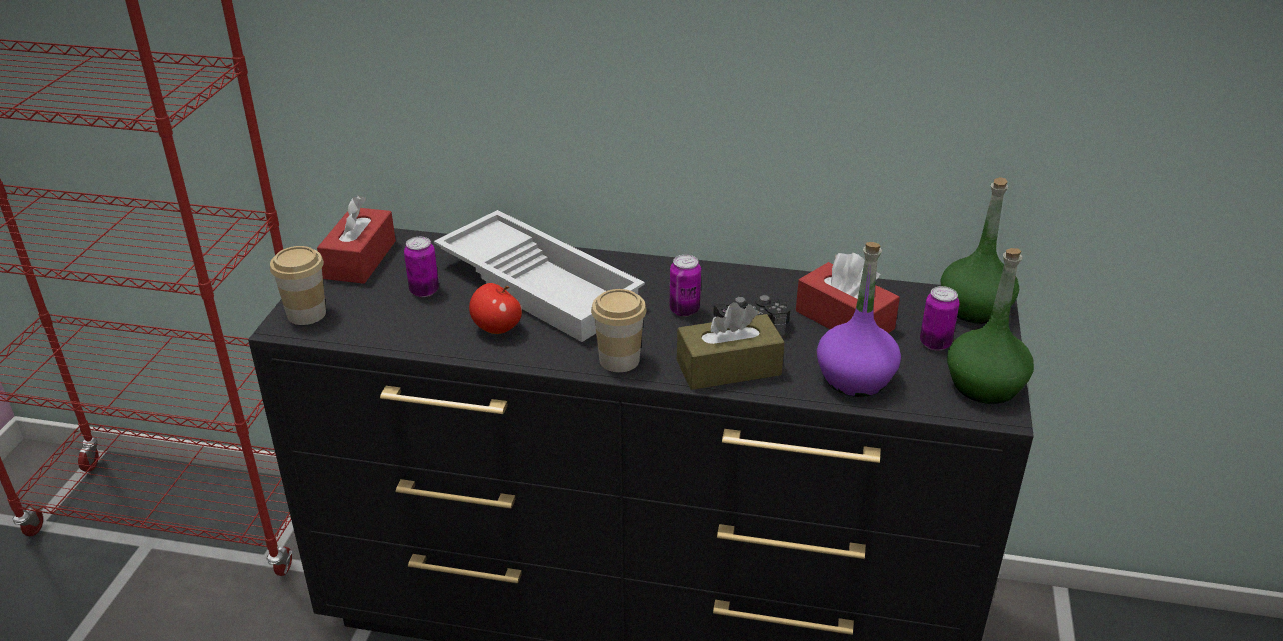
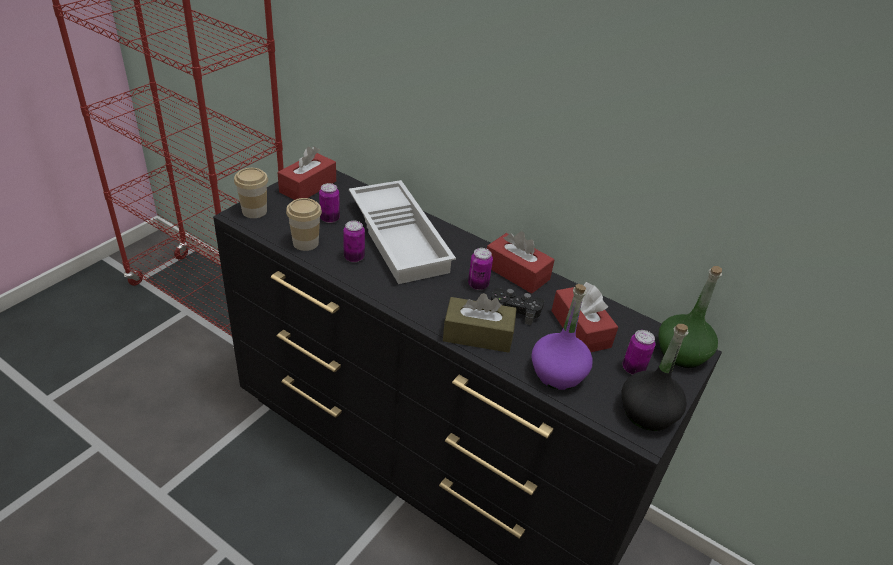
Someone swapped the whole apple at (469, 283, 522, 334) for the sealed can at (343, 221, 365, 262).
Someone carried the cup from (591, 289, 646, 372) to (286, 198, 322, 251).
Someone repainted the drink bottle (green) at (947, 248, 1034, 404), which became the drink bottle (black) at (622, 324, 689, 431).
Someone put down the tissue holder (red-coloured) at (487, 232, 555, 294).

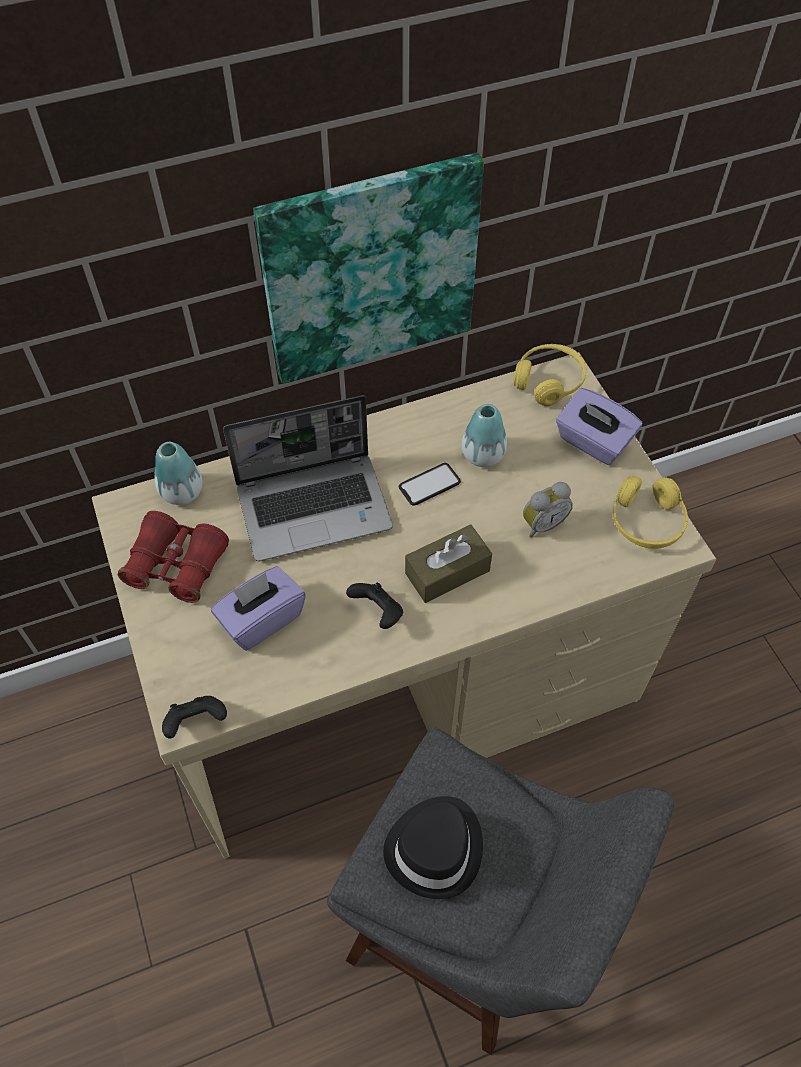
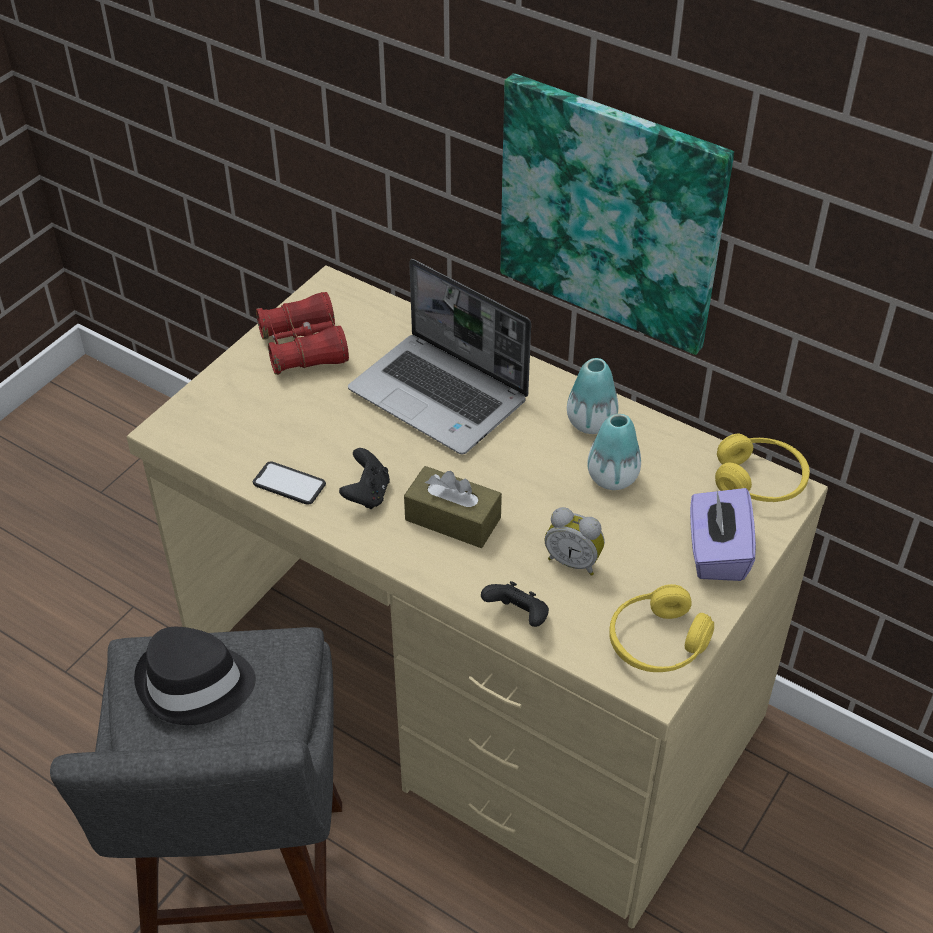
Someone carried the vase from (155, 442, 203, 505) to (567, 358, 619, 434).
Someone carried the gamepad (black) from (162, 696, 227, 739) to (481, 581, 549, 627).
Someone took away the tissue holder (purple) at (211, 566, 306, 651).
Someone carried the telephone from (398, 463, 461, 505) to (253, 461, 326, 505).

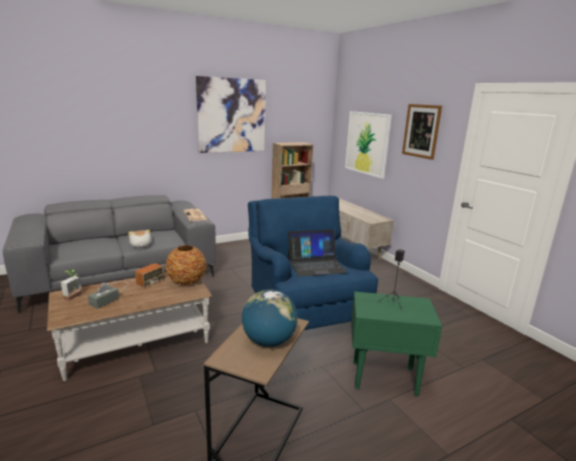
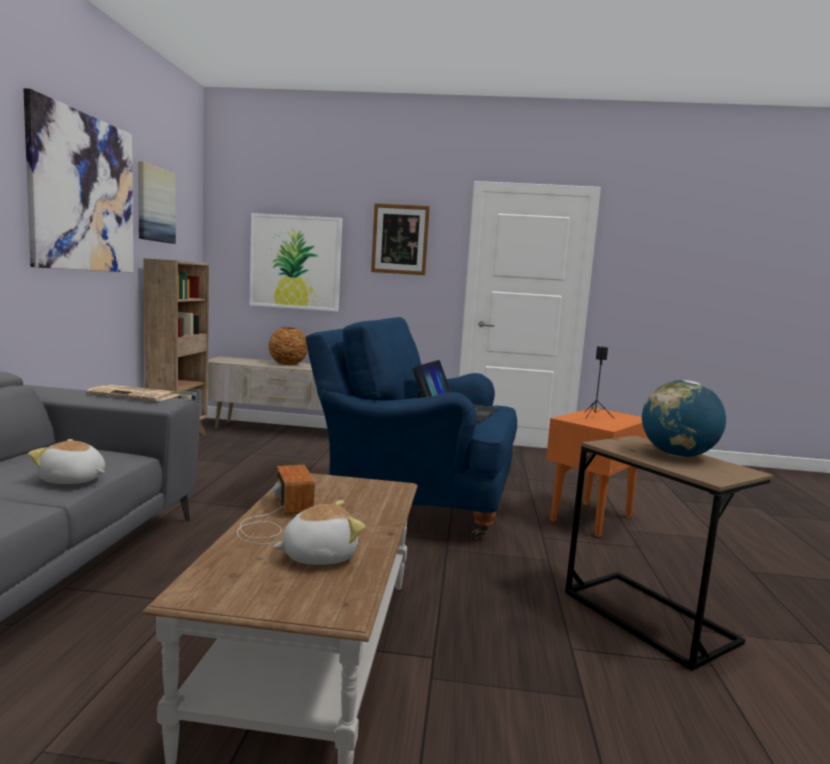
Someone took away the potted plant at (61, 270, 82, 301).
Someone swapped the tissue holder (grey) at (88, 283, 119, 309) for the soft toy at (273, 500, 365, 565).
Someone carried the vase from (166, 245, 206, 285) to (268, 327, 308, 365).
Someone repainted the end table (green) at (351, 291, 442, 396), which became the end table (orange) at (546, 408, 649, 537).
Someone put up the wall art at (138, 161, 176, 244).

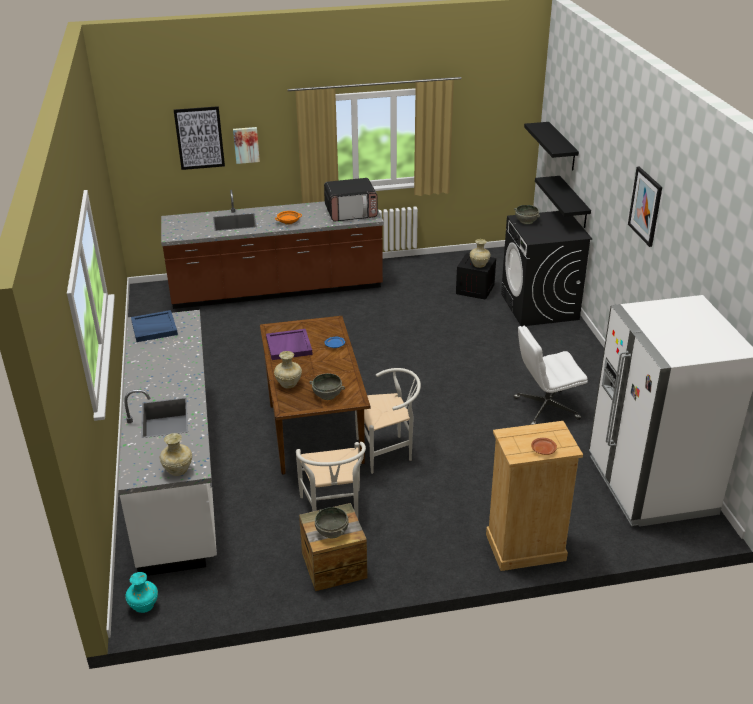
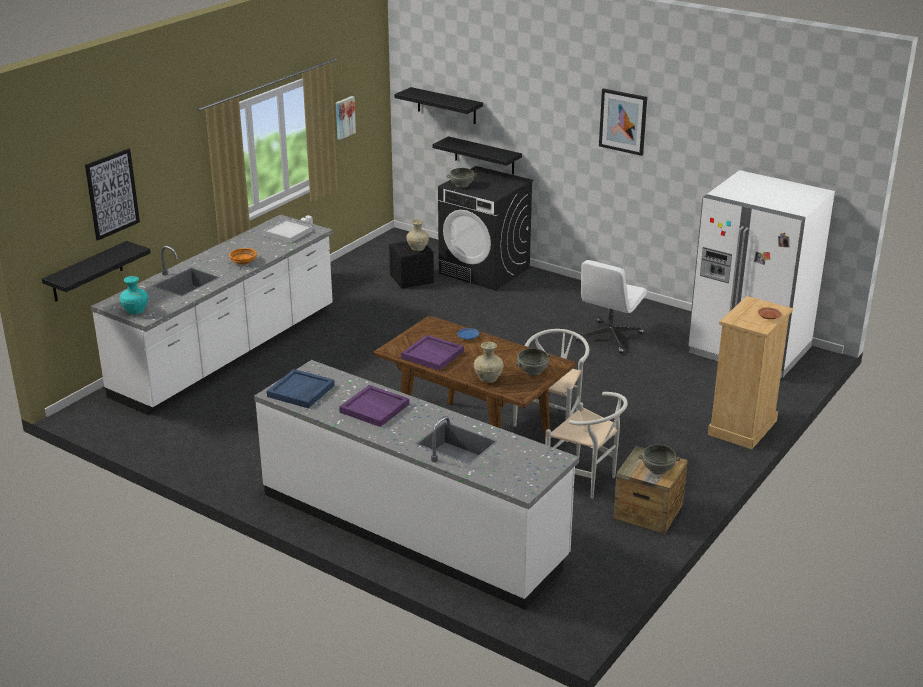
Someone carried the vase (turquoise) from (125, 572, 158, 613) to (120, 276, 148, 315).
Someone took away the vase (beige) at (160, 433, 192, 476).
Someone repainted the kitchen counter (brownish) at (161, 190, 384, 309), which became the kitchen counter (white) at (91, 214, 333, 415).
Someone carried the wall art from (233, 127, 260, 164) to (336, 96, 356, 140).
Someone swapped the microwave oven at (324, 178, 378, 222) for the tray (white) at (263, 219, 313, 243).
Someone put up the wall shelf (black) at (42, 241, 151, 302).
Someone put down the tray (purple) at (339, 385, 409, 427).

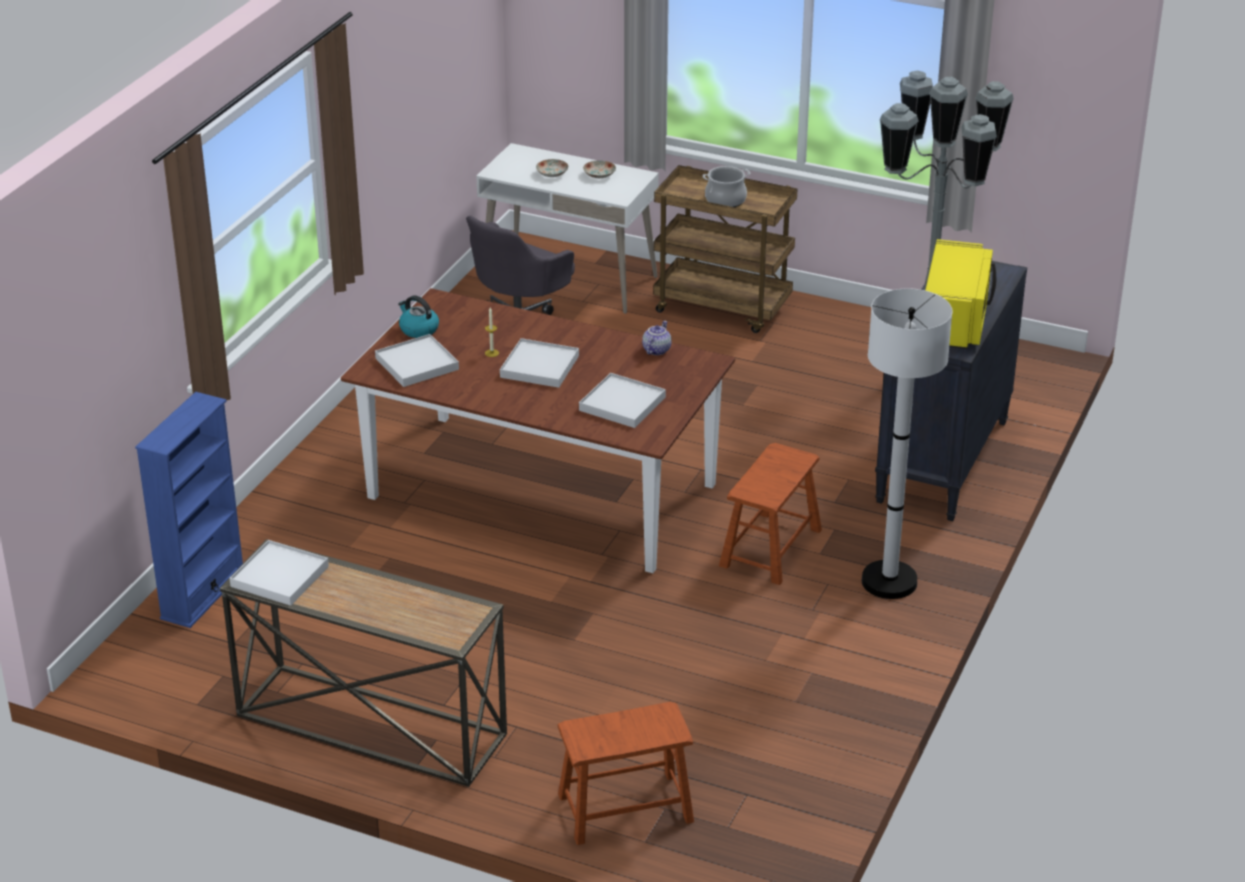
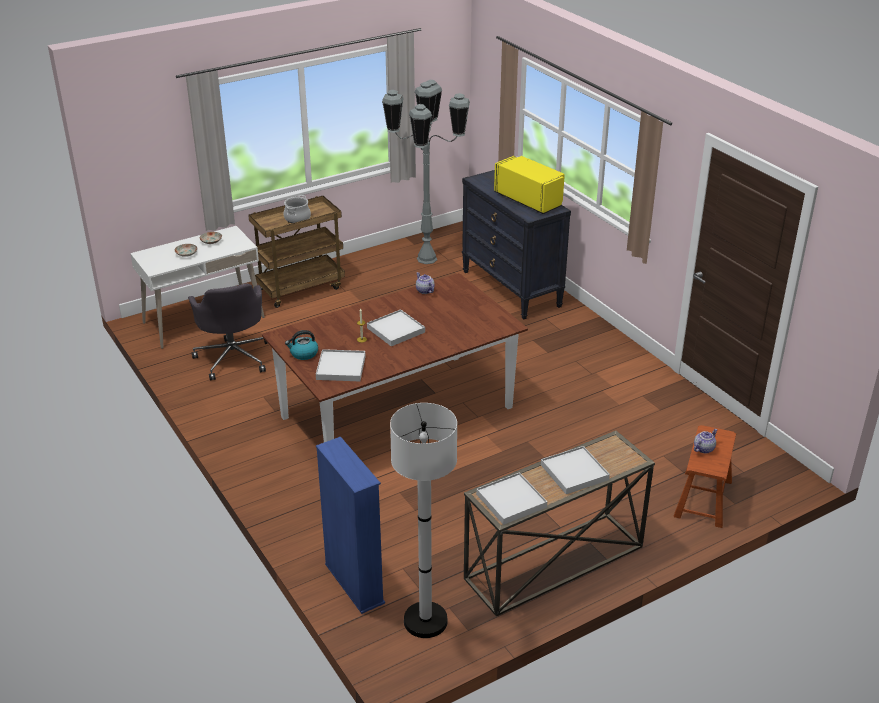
Someone carried the tray (white) from (579, 373, 666, 428) to (541, 446, 610, 494).
Someone took away the stool seat (brownish) at (719, 443, 822, 585).
Someone carried the floor lamp (white) from (862, 288, 952, 599) to (390, 403, 457, 638).
Someone put down the tea pot at (694, 429, 717, 454).

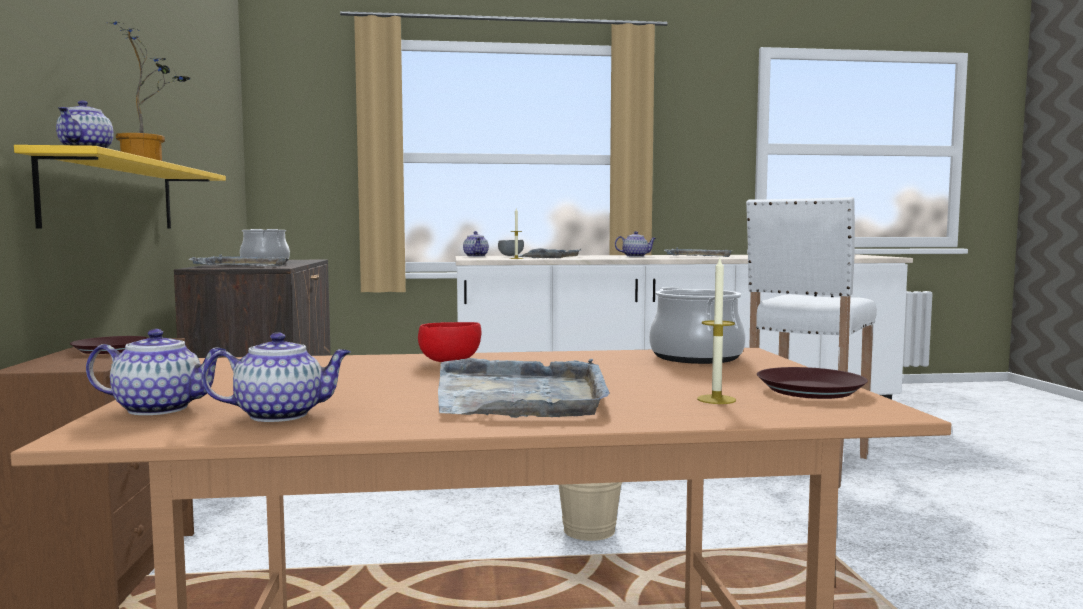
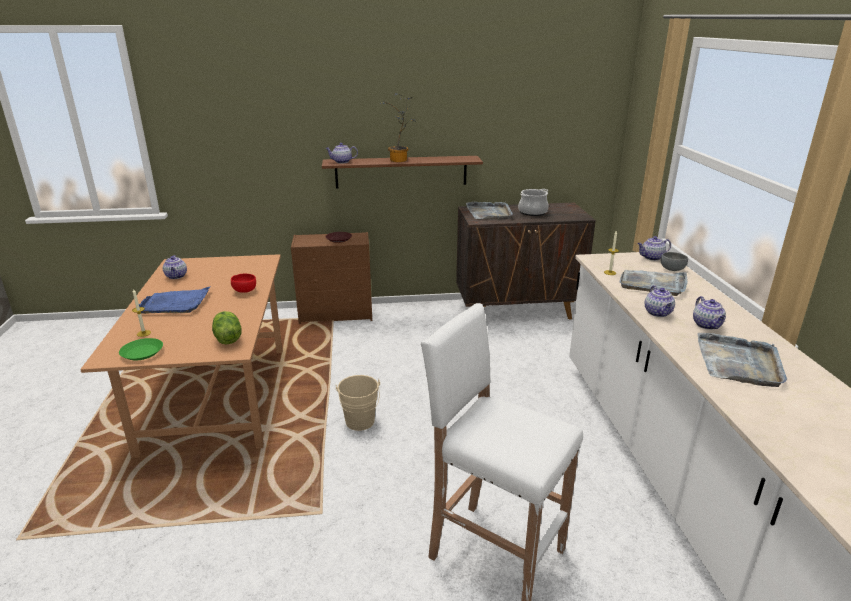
Someone repainted the wall shelf (yellow-coloured) at (14, 145, 226, 229), which became the wall shelf (brownish) at (322, 156, 483, 189).
Someone carried the tea pot from (86, 329, 226, 415) to (645, 285, 675, 317).
Someone repainted the tray (grey) at (438, 358, 610, 418), which became the tray (blue-coloured) at (139, 286, 211, 314).
Someone swapped the stockpot at (649, 287, 745, 364) for the head of lettuce at (212, 311, 242, 344).
Someone repainted the plate (brownish) at (757, 367, 868, 399), which became the plate (green) at (119, 338, 163, 360).

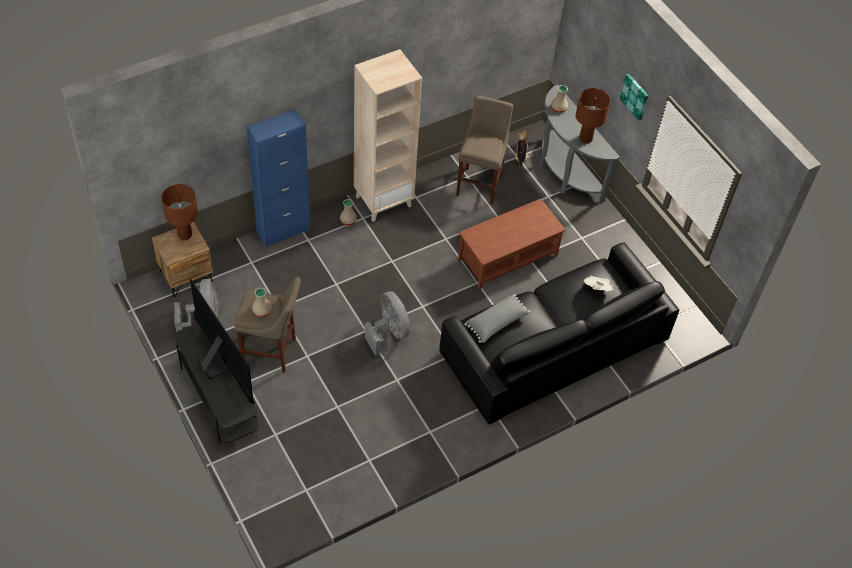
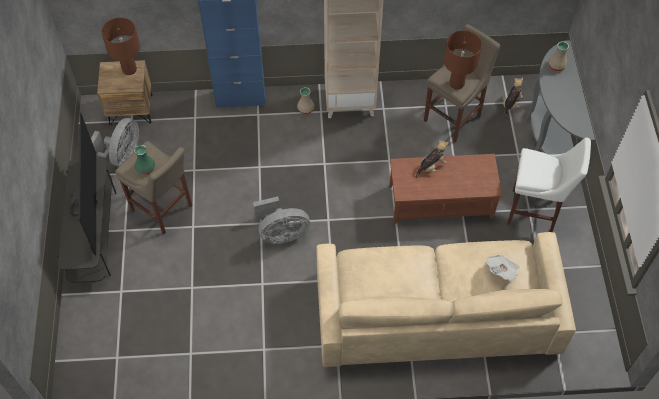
Someone repainted the vase (beige) at (252, 288, 272, 317), which became the vase (green) at (134, 145, 155, 175).
Someone rotated the cooling fan (grey) at (365, 291, 410, 356) by 75 degrees clockwise.
Someone repainted the sofa (black) at (439, 242, 679, 424), which became the sofa (beige) at (317, 232, 576, 367).
Someone took away the pillow (grey) at (465, 294, 530, 343).
Someone carried the table lamp (brownish) from (576, 88, 610, 143) to (444, 30, 482, 90).
Someone took away the wall art at (620, 73, 649, 121).
Someone put down the soft toy at (415, 139, 449, 179).
Someone put down the stool seat (white) at (507, 138, 591, 232).

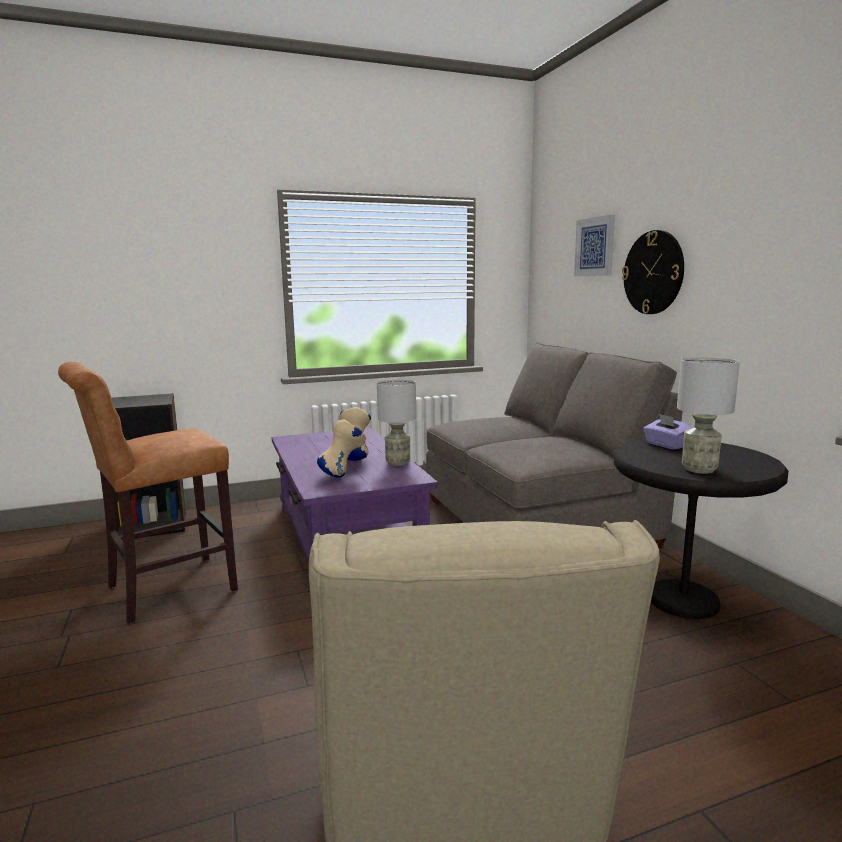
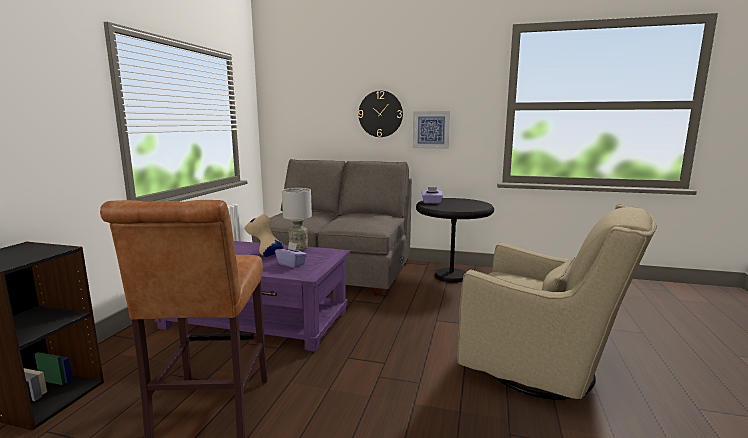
Someone swapped the vase (beige) at (317, 420, 366, 478) for the tissue holder (purple) at (275, 242, 307, 268).
Someone carried the wall art from (574, 214, 615, 276) to (413, 111, 450, 149).
Someone took away the table lamp (grey) at (677, 357, 740, 474).

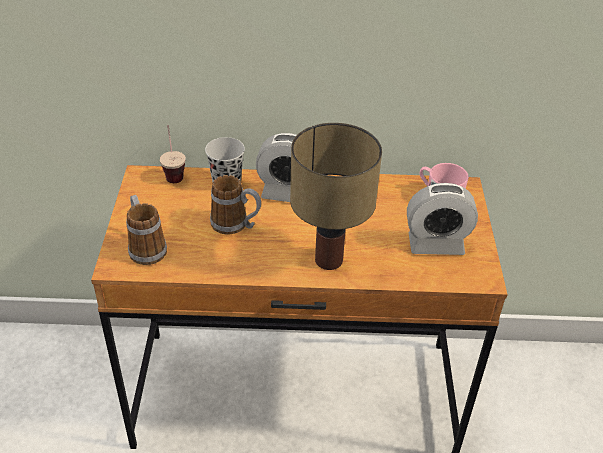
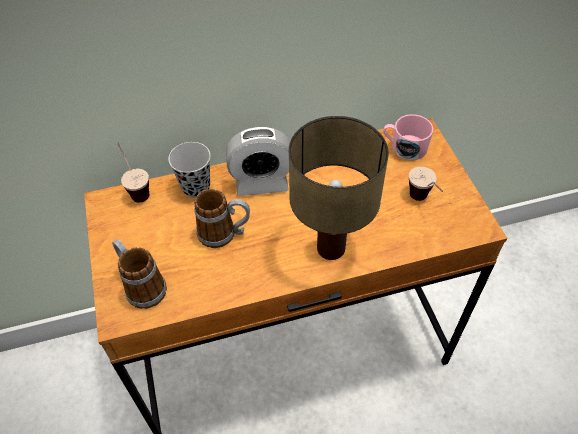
Someone swapped the bedside clock at (407, 183, 478, 255) for the cup at (409, 167, 443, 201).

